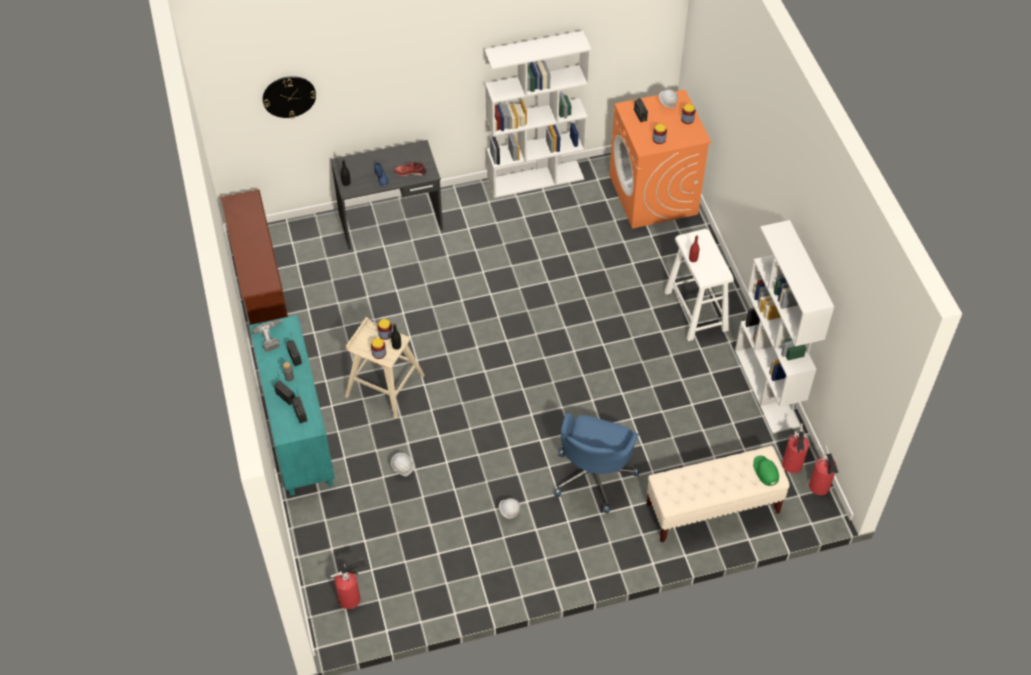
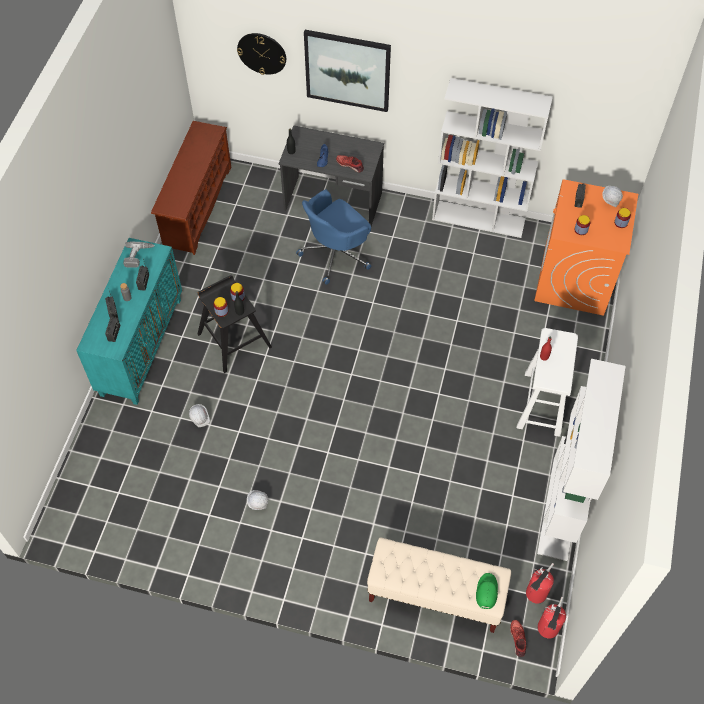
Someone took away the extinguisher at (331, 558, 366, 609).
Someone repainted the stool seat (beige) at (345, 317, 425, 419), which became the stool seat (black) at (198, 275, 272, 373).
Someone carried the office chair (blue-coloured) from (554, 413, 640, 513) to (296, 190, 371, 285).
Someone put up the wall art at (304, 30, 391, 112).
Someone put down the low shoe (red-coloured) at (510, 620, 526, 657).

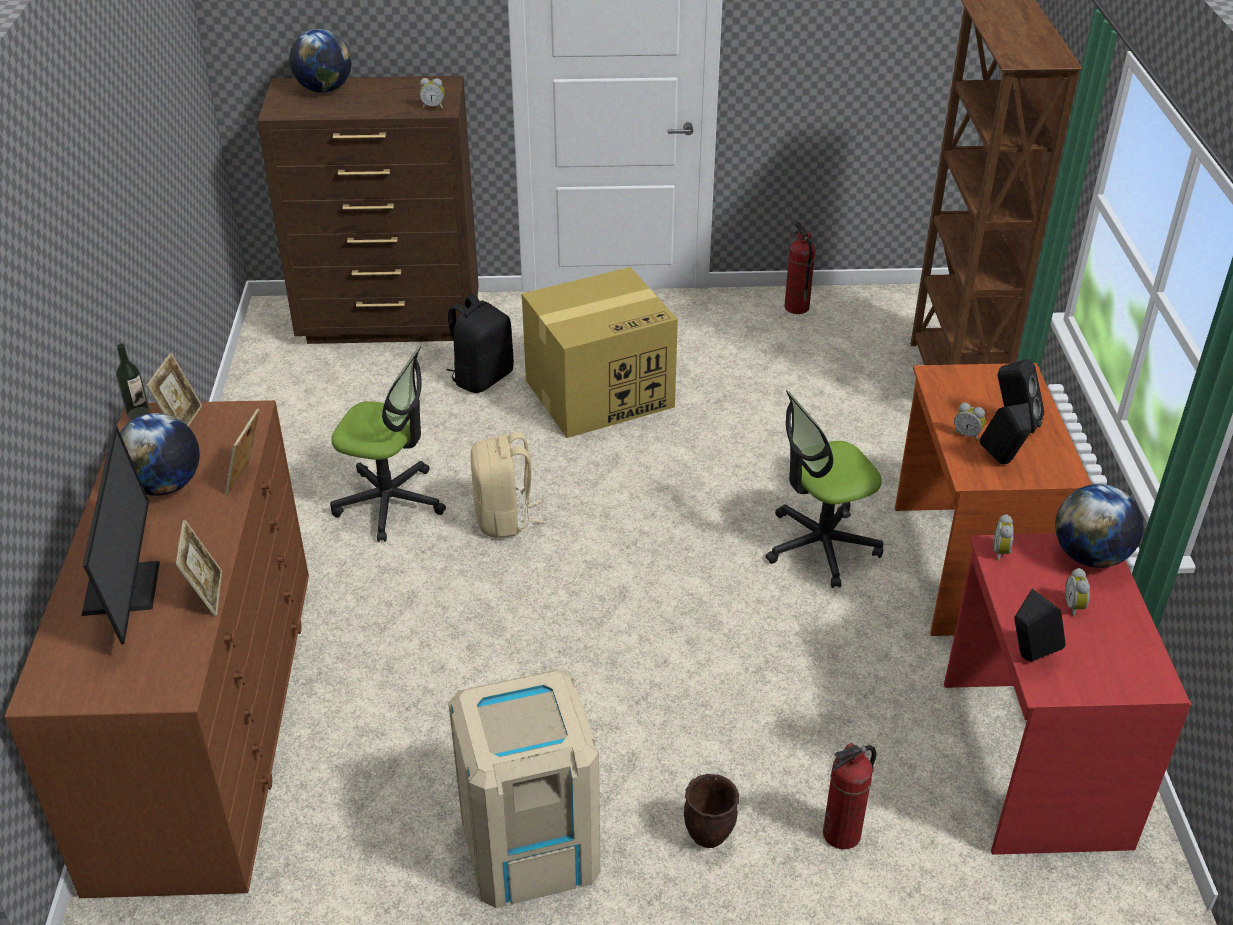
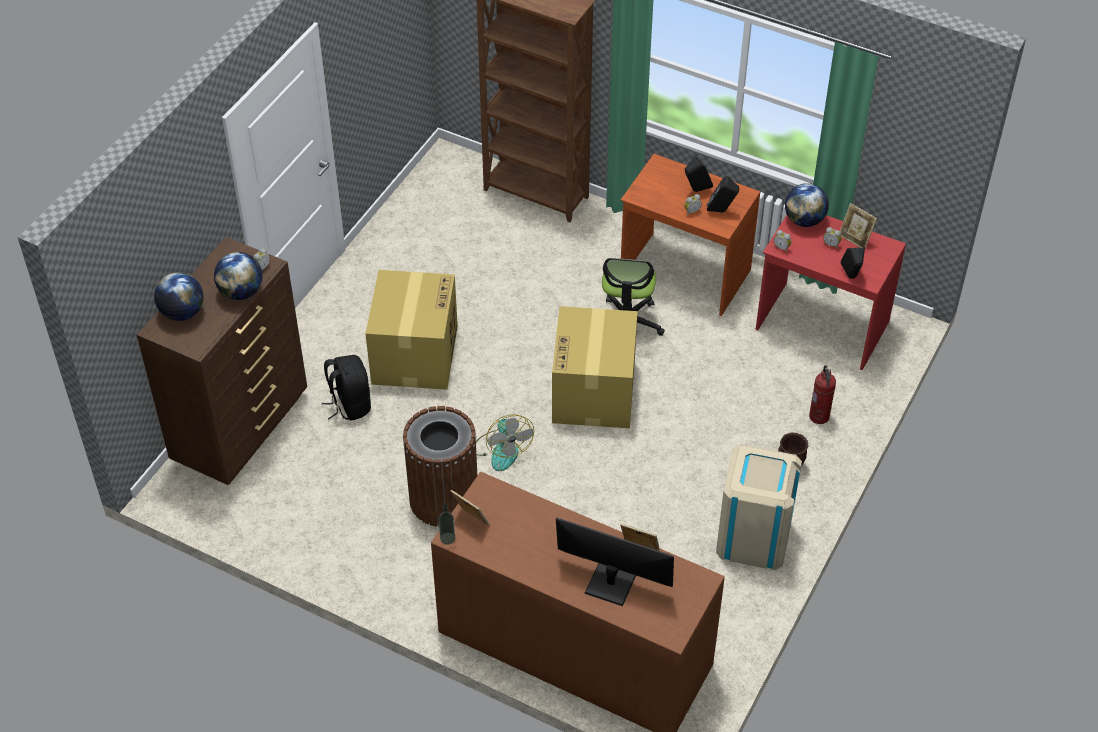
Someone carried the desk globe from (120, 413, 200, 496) to (214, 252, 263, 300).
Someone carried the standing frame from (225, 408, 260, 495) to (840, 203, 877, 249).
Someone swapped the office chair at (330, 346, 446, 542) for the rubbish bin (brownish) at (403, 406, 477, 527).
Someone swapped the backpack (beige) at (470, 432, 545, 538) for the cooling fan at (476, 414, 534, 471).
Someone took away the extinguisher at (784, 222, 815, 314).
Someone put down the cardboard box at (552, 306, 638, 428).

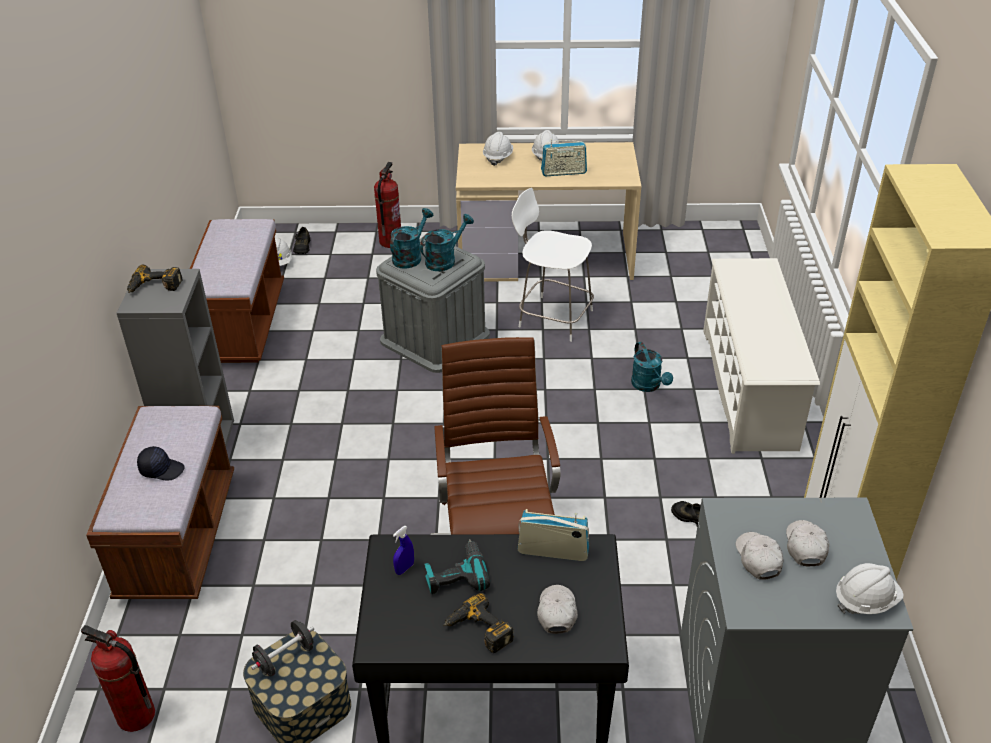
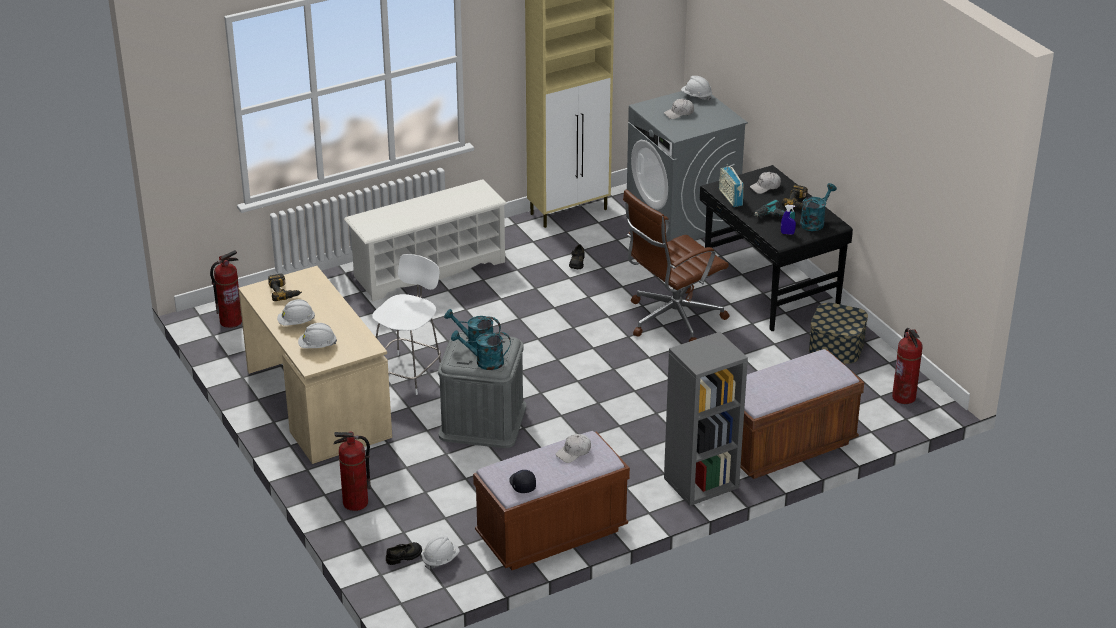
Someone carried the electric drill from (127, 265, 183, 293) to (268, 274, 302, 301).
Someone carried the cap (black) from (137, 446, 185, 481) to (509, 470, 536, 493).
Someone took away the hand weight (black) at (251, 620, 314, 676).
Someone rotated the chair (white) at (512, 188, 594, 342) by 150 degrees counterclockwise.
Someone took away the radio receiver at (541, 139, 587, 176).
Someone carried the watering pot (turquoise) from (631, 342, 673, 392) to (800, 183, 837, 231).
Someone carried the cap (white) from (736, 532, 783, 580) to (555, 434, 591, 463).
Someone put down the extinguisher at (210, 250, 242, 328).

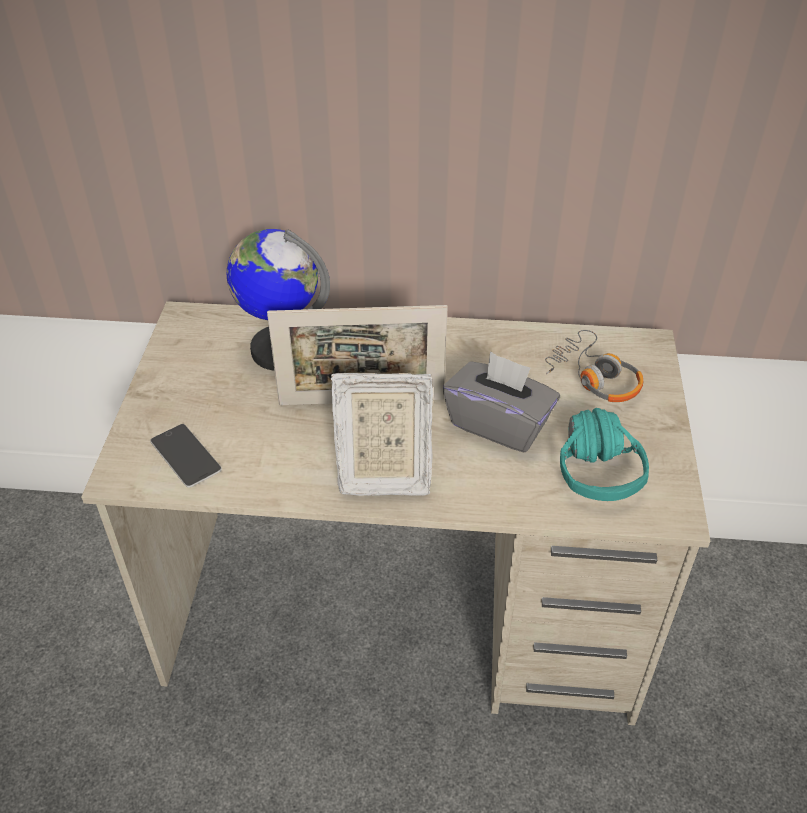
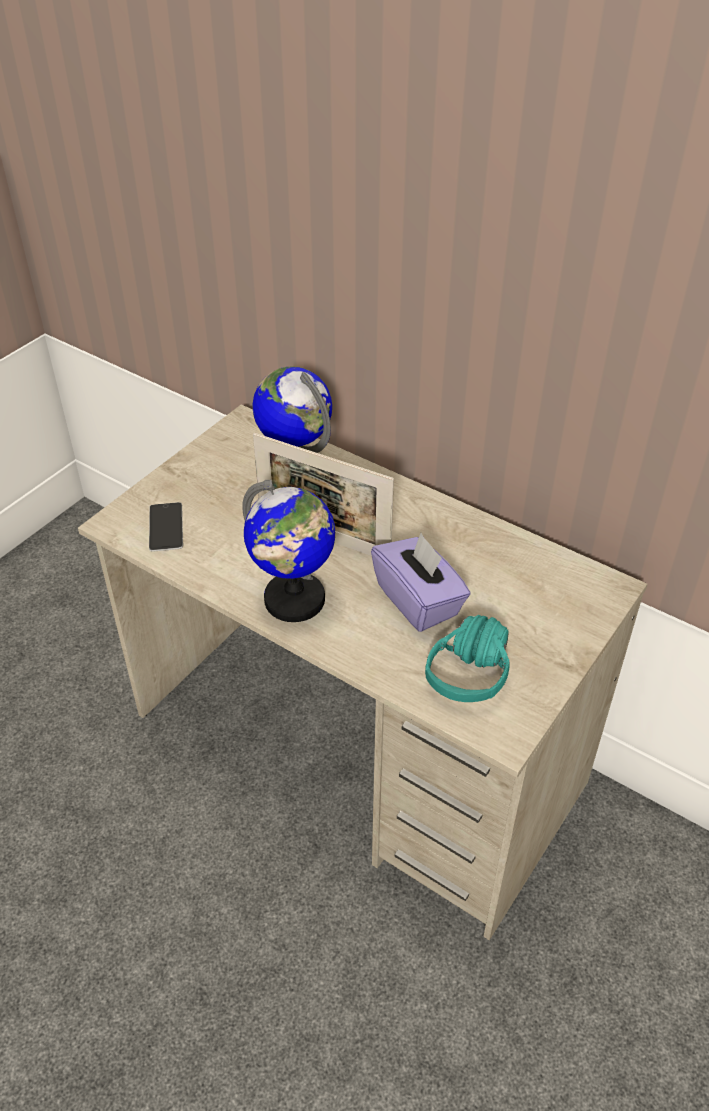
Someone swapped the standing frame at (331, 373, 434, 496) for the desk globe at (242, 480, 336, 622).
Someone repainted the tissue holder (grey) at (443, 351, 560, 452), which became the tissue holder (purple) at (371, 533, 471, 632).
Someone took away the headset at (545, 330, 643, 402).

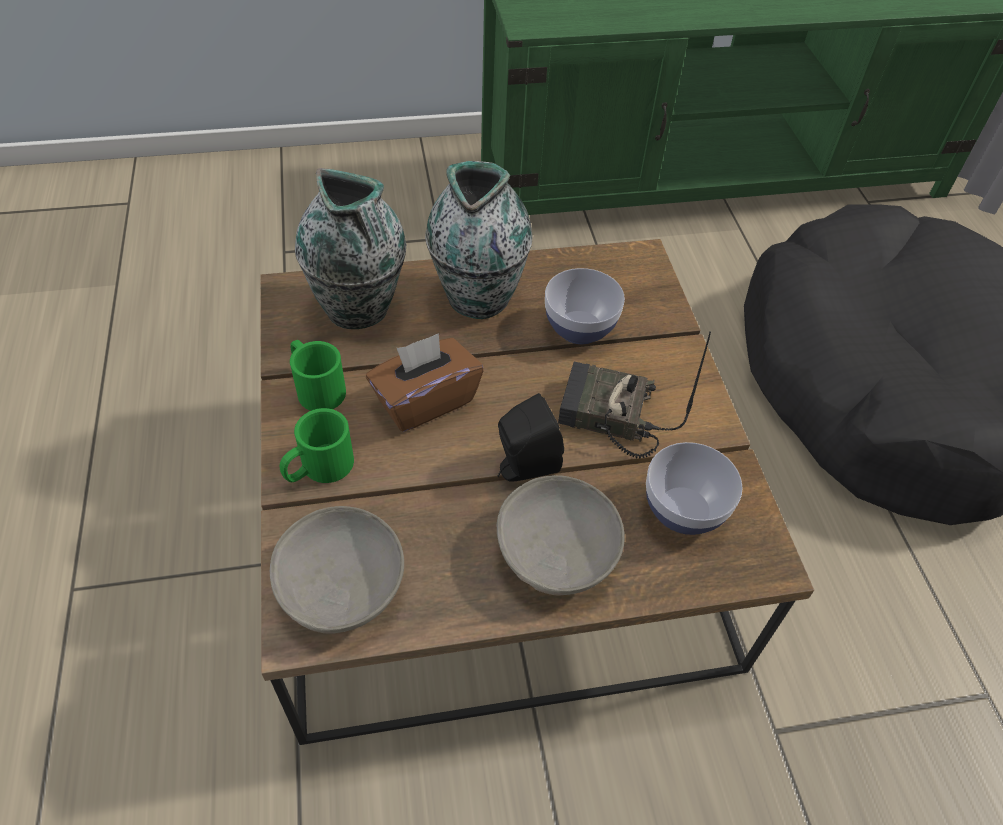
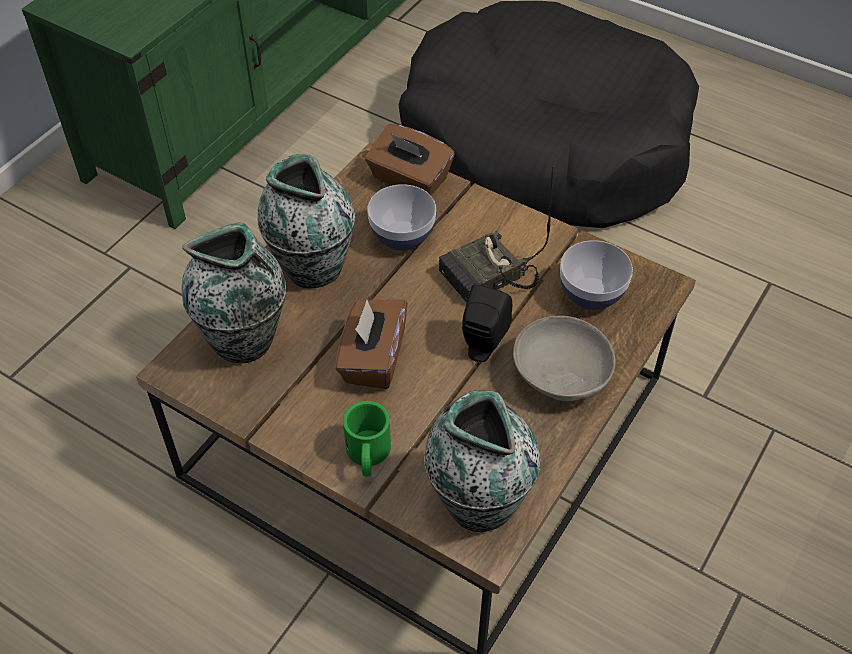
Someone swapped the bowl (grey) at (270, 506, 404, 634) for the vase at (424, 391, 541, 532).
Someone took away the mug (green) at (290, 340, 346, 411).
Someone put down the tissue holder (brownish) at (365, 124, 454, 195).

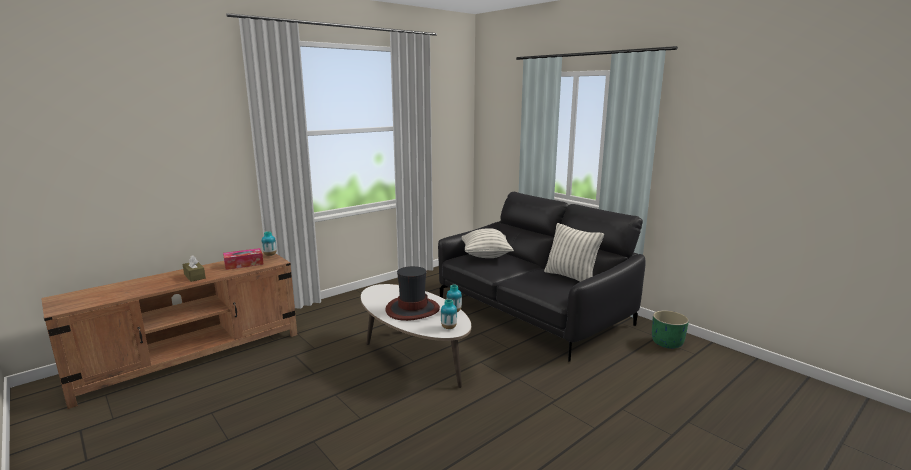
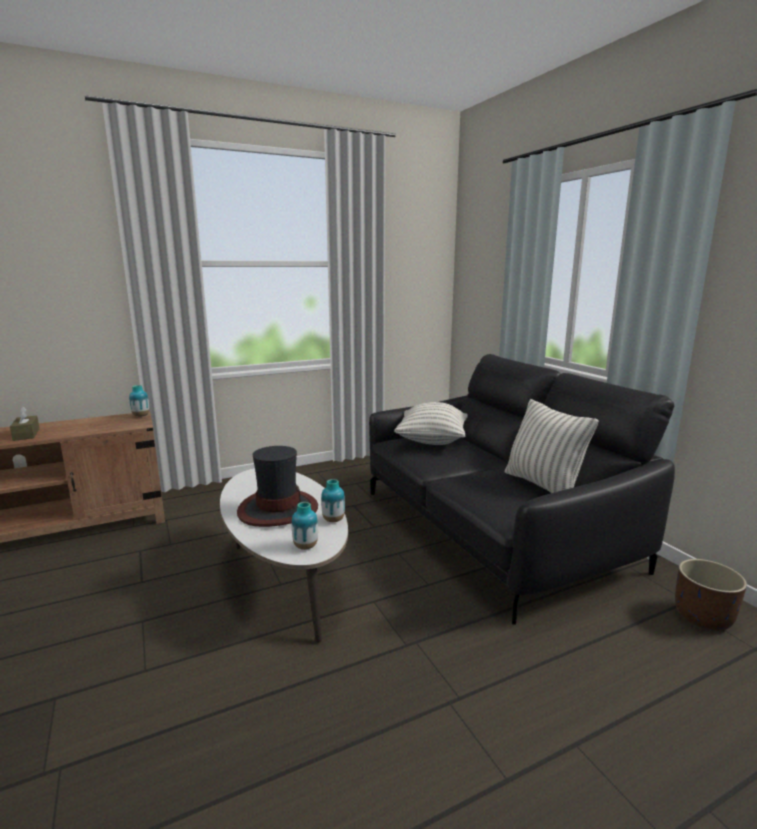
Someone took away the tissue holder at (223, 248, 264, 270).
Someone repainted the planter (green) at (652, 310, 689, 349), which became the planter (brownish) at (675, 559, 747, 630).

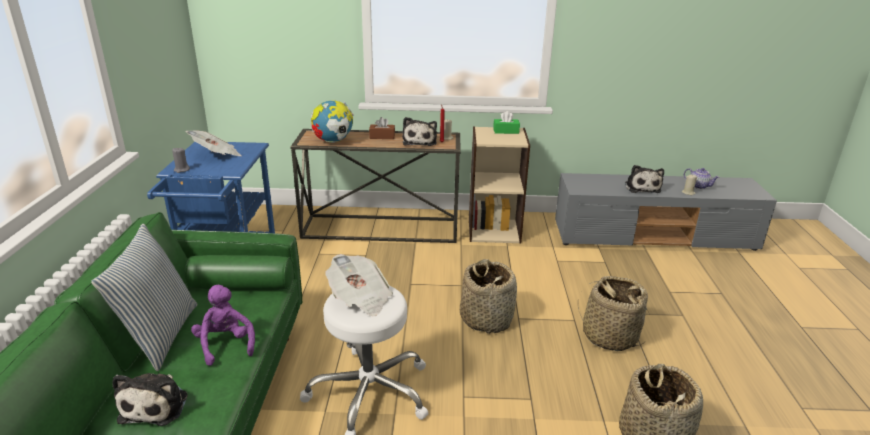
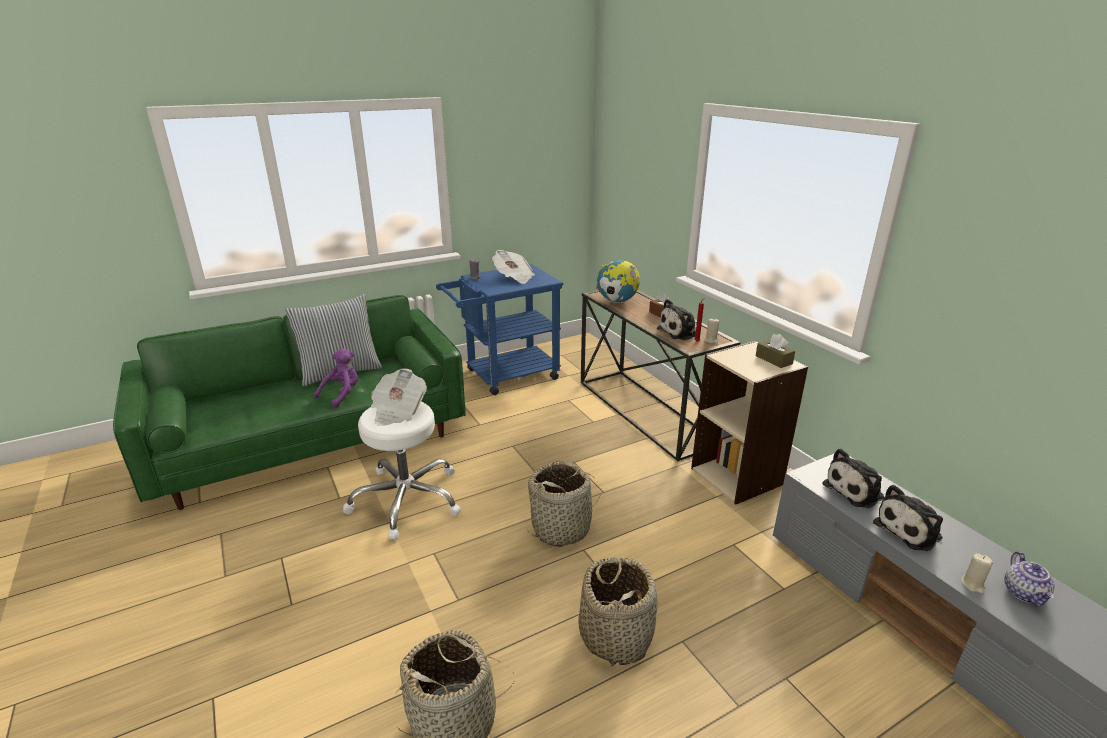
Someone carried the soft toy from (112, 373, 187, 426) to (823, 449, 884, 508).
Someone repainted the tissue holder (green) at (493, 111, 520, 134), which became the tissue holder (brownish) at (756, 334, 795, 368).

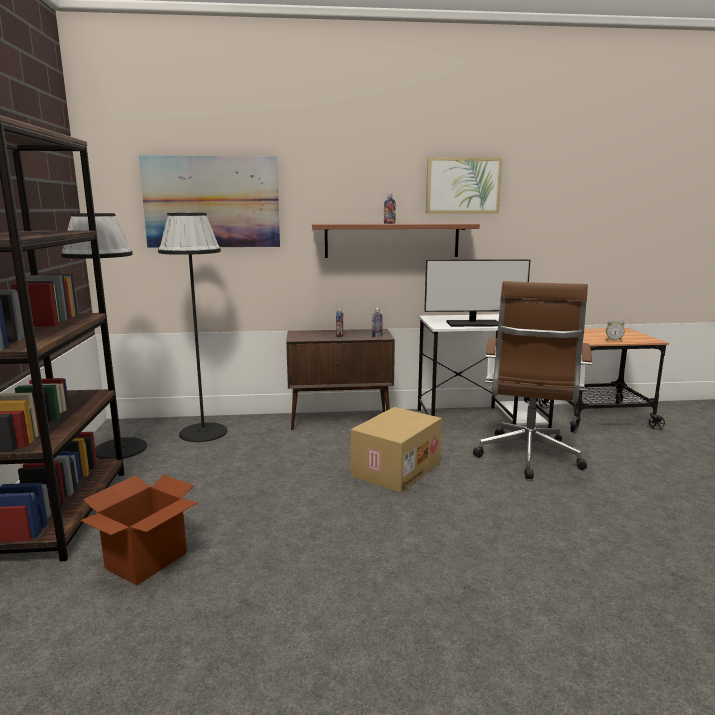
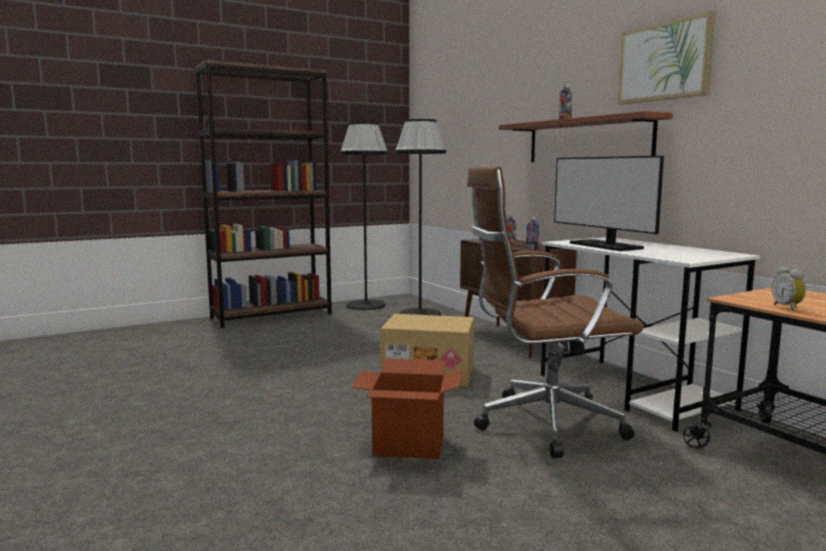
Someone carried the cardboard box from (80, 475, 198, 585) to (351, 358, 462, 459).
Someone took away the wall art at (139, 155, 280, 248).

